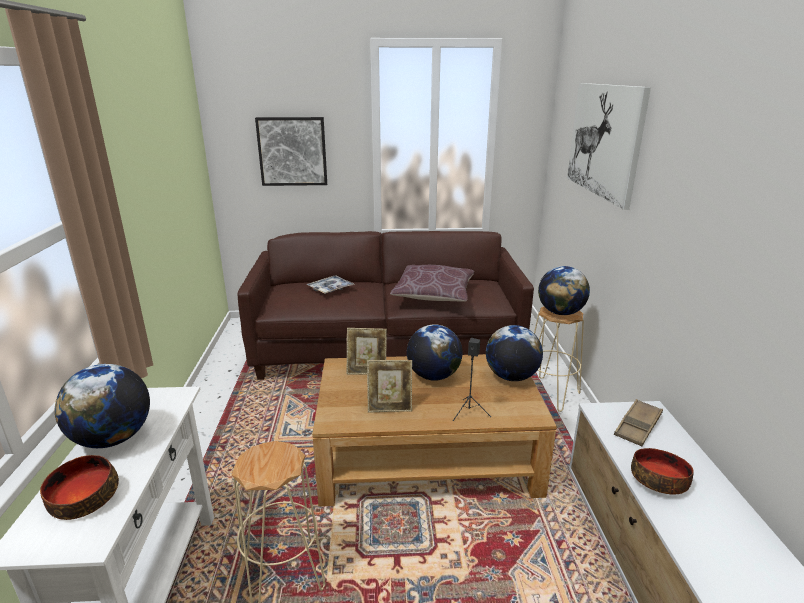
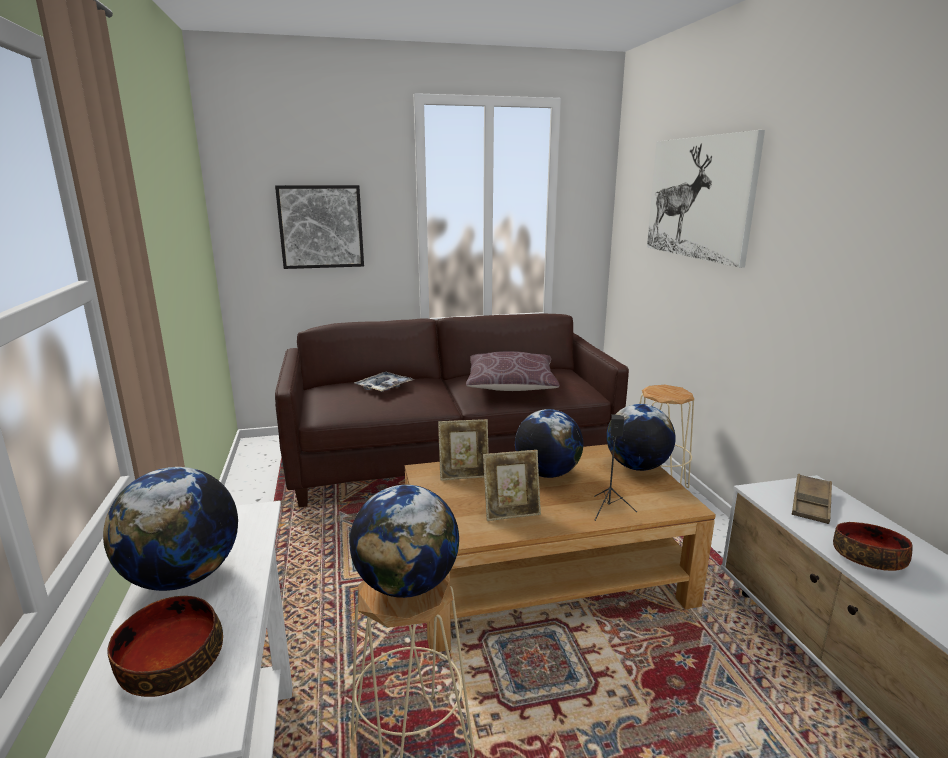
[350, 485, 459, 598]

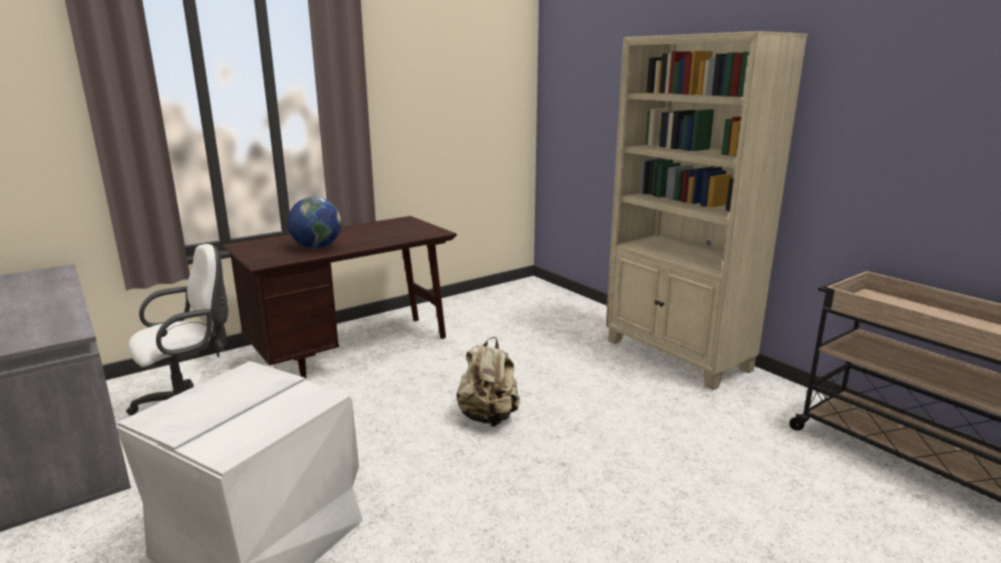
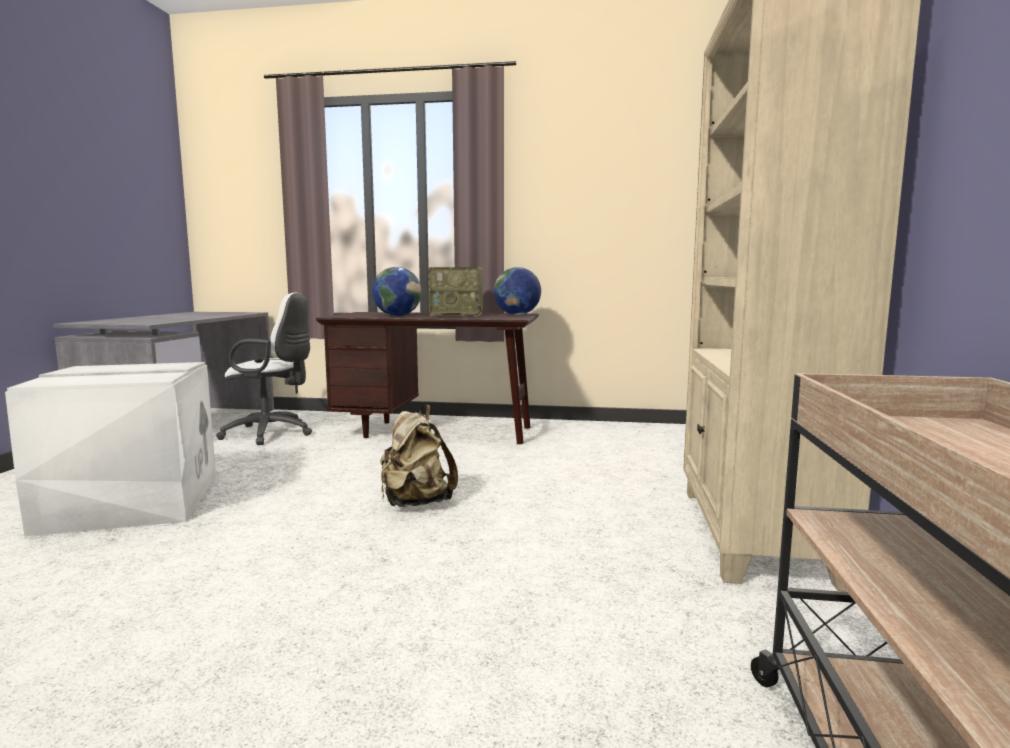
[428, 267, 483, 317]
[494, 267, 541, 315]

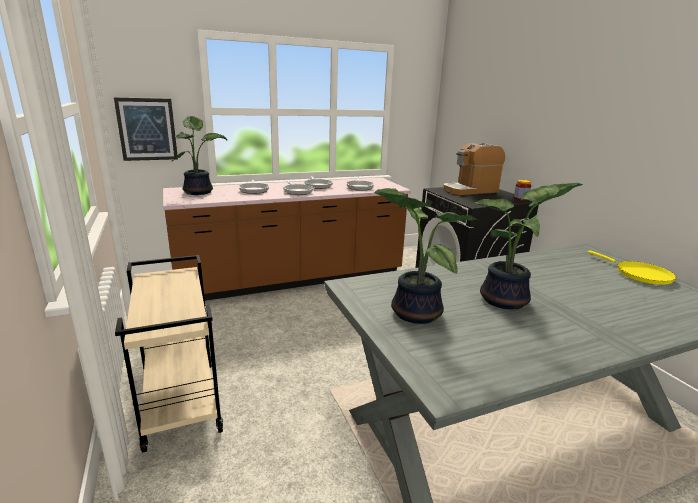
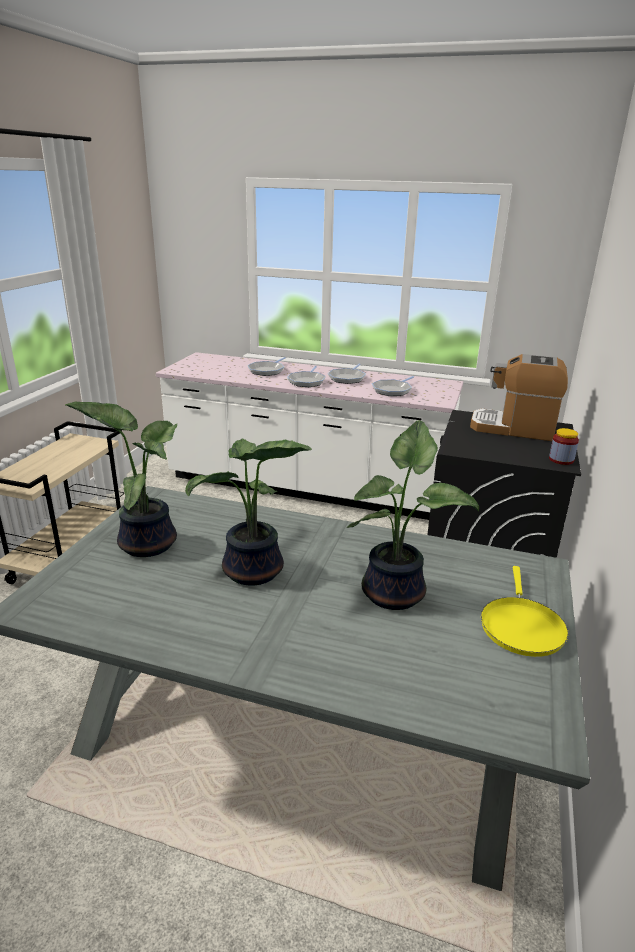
[156, 352, 463, 520]
[347, 420, 479, 610]
[114, 97, 178, 161] (first image)

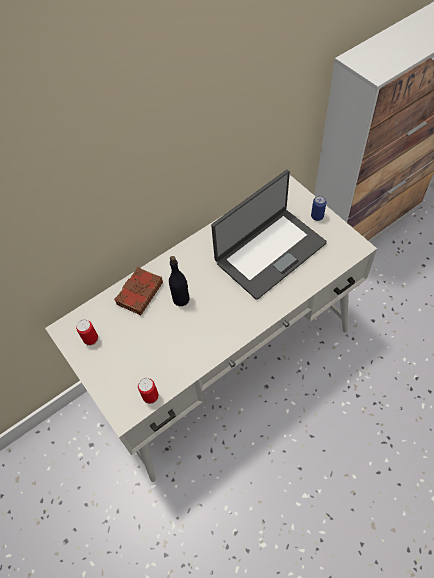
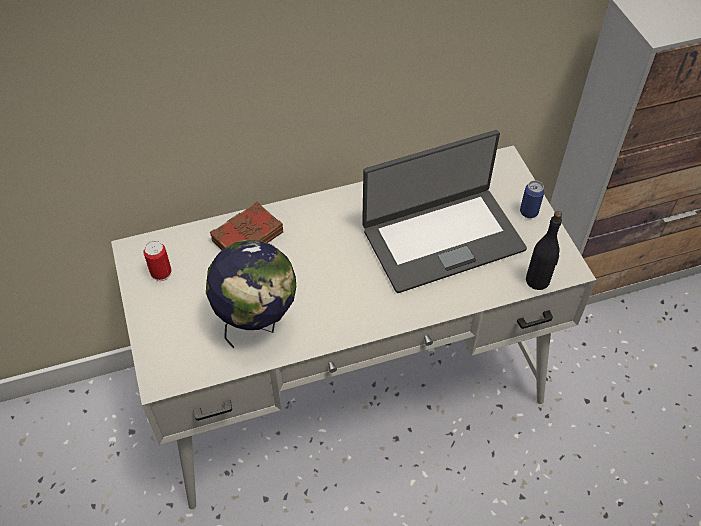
[206, 240, 296, 348]
[526, 211, 562, 290]
[138, 378, 159, 404] (first image)

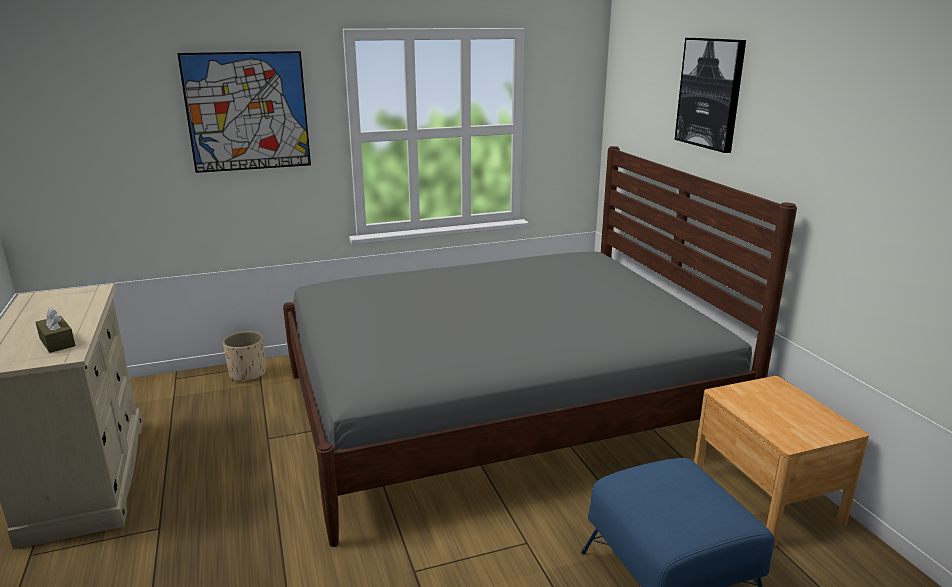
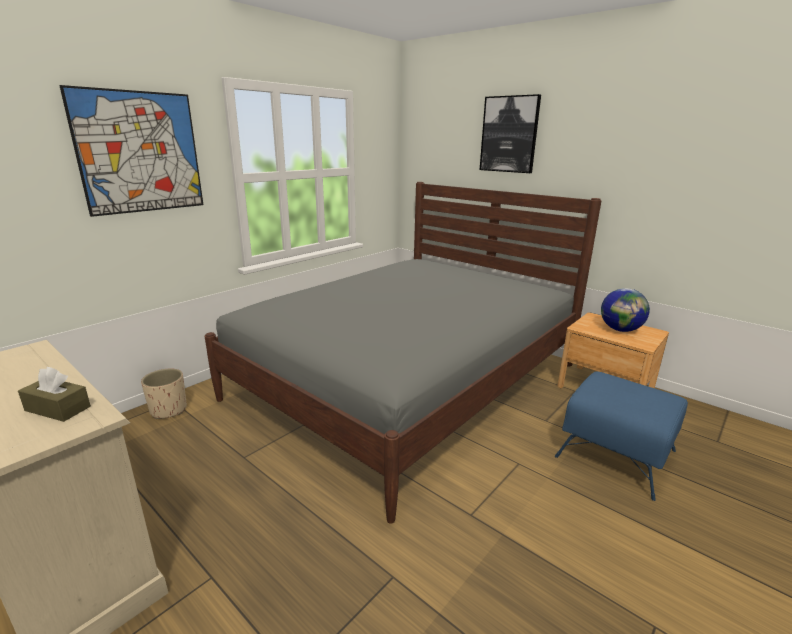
[601, 288, 650, 332]

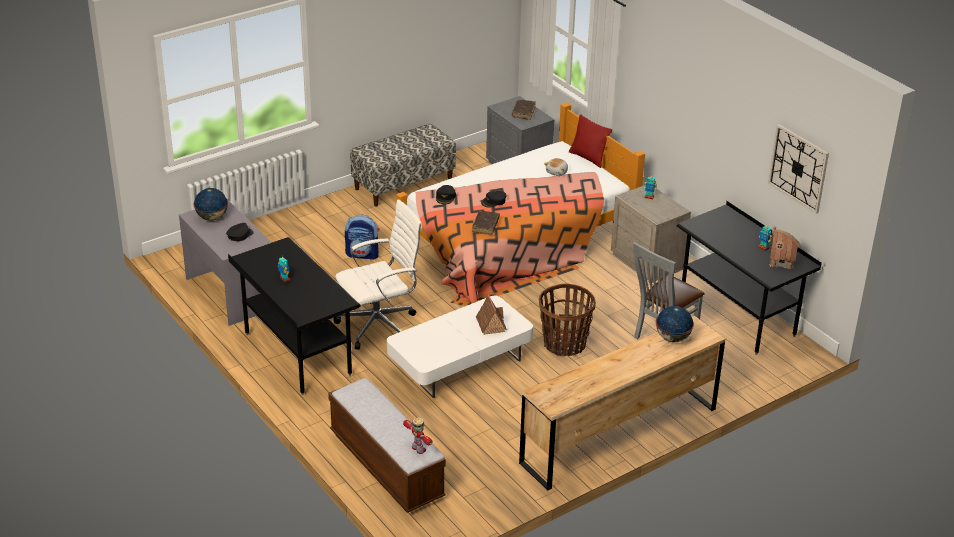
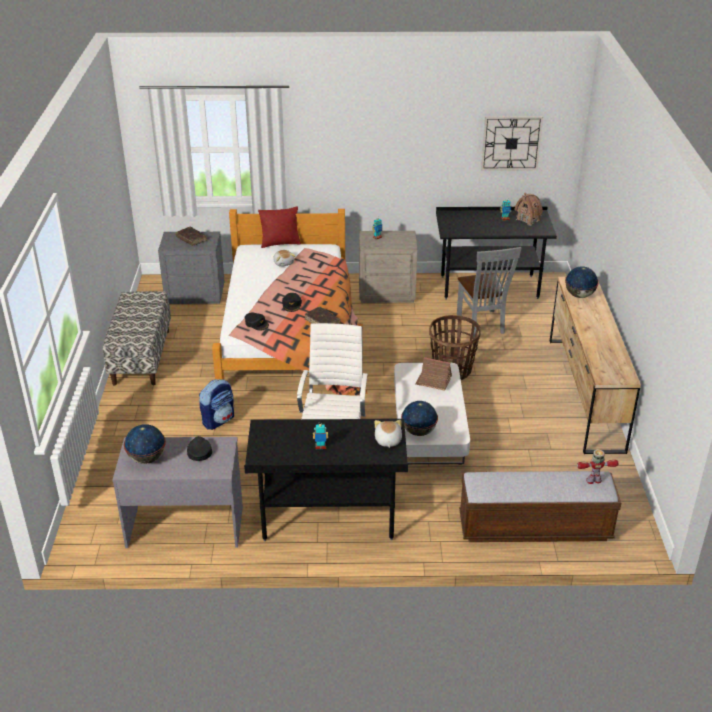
[375, 420, 402, 448]
[401, 401, 438, 436]

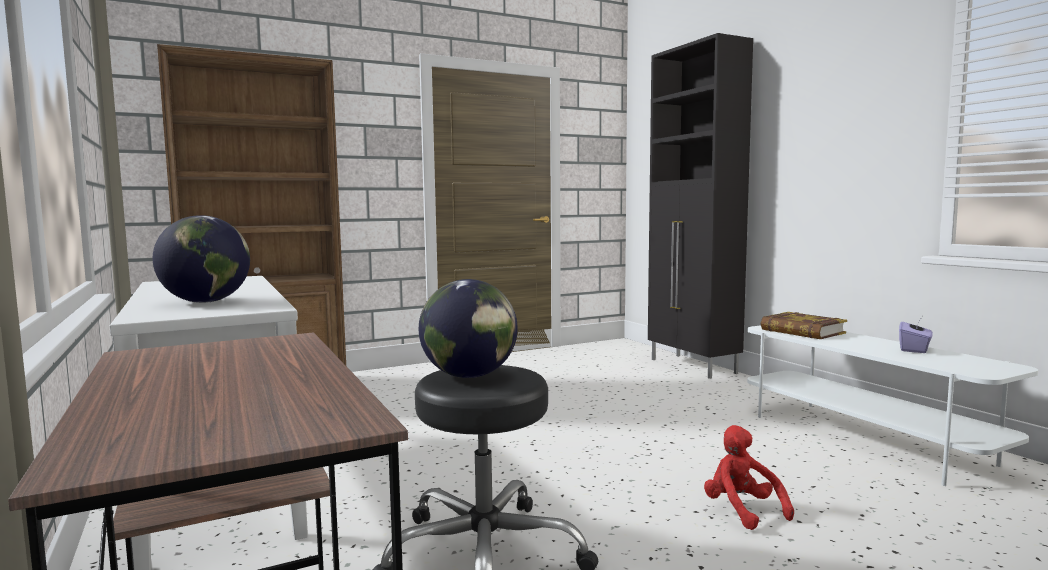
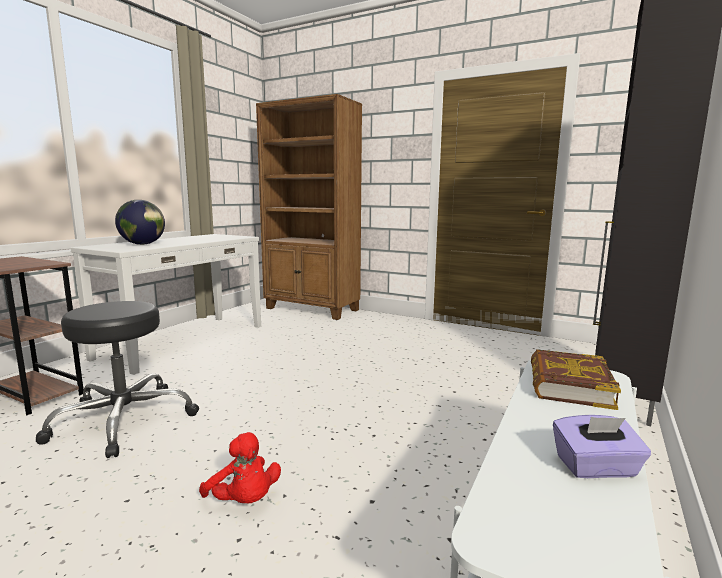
[199, 432, 281, 503]
[419, 279, 518, 378] (first image)

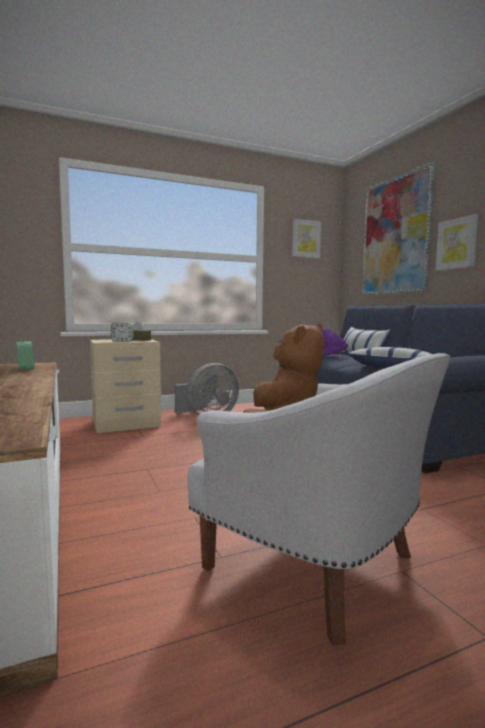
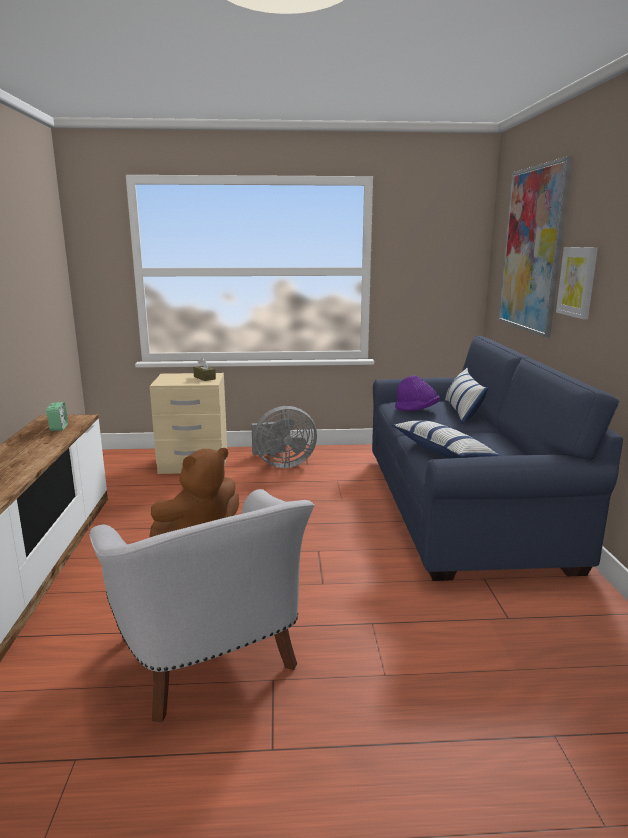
[111, 322, 134, 342] (first image)
[292, 219, 321, 258] (first image)

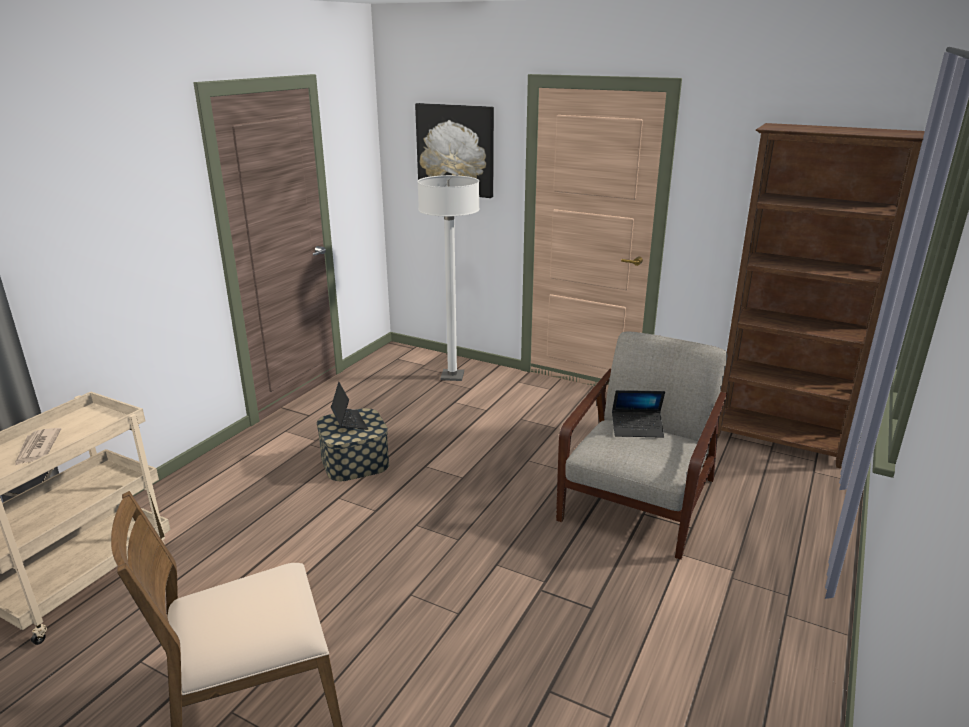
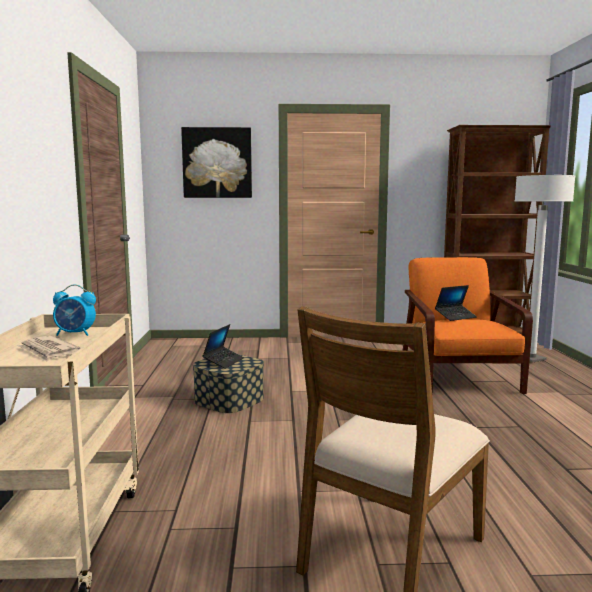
[53, 284, 96, 336]
[202, 324, 244, 369]
[402, 257, 533, 395]
[515, 175, 575, 362]

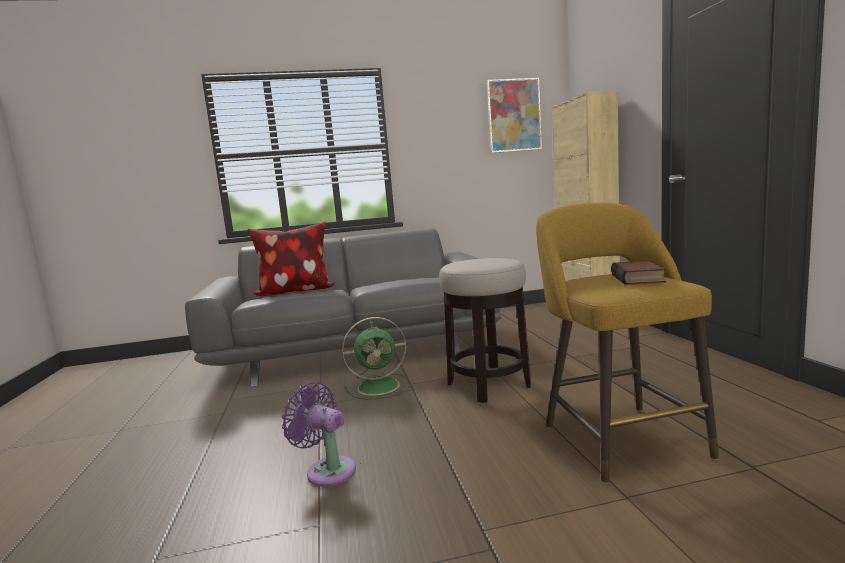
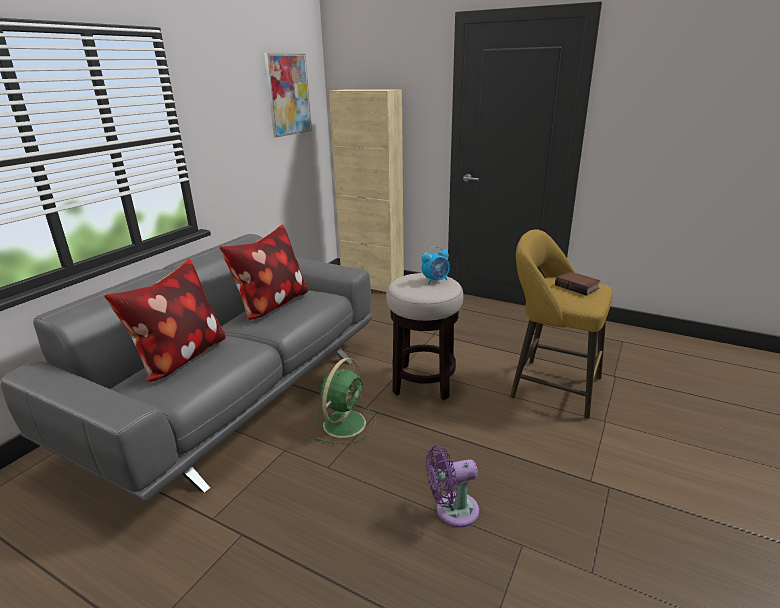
[219, 224, 308, 320]
[422, 246, 450, 284]

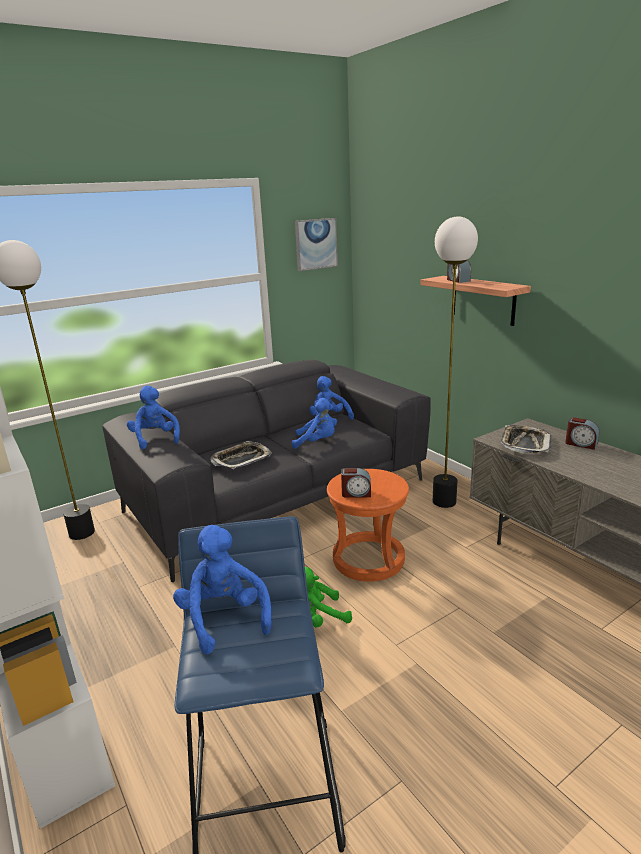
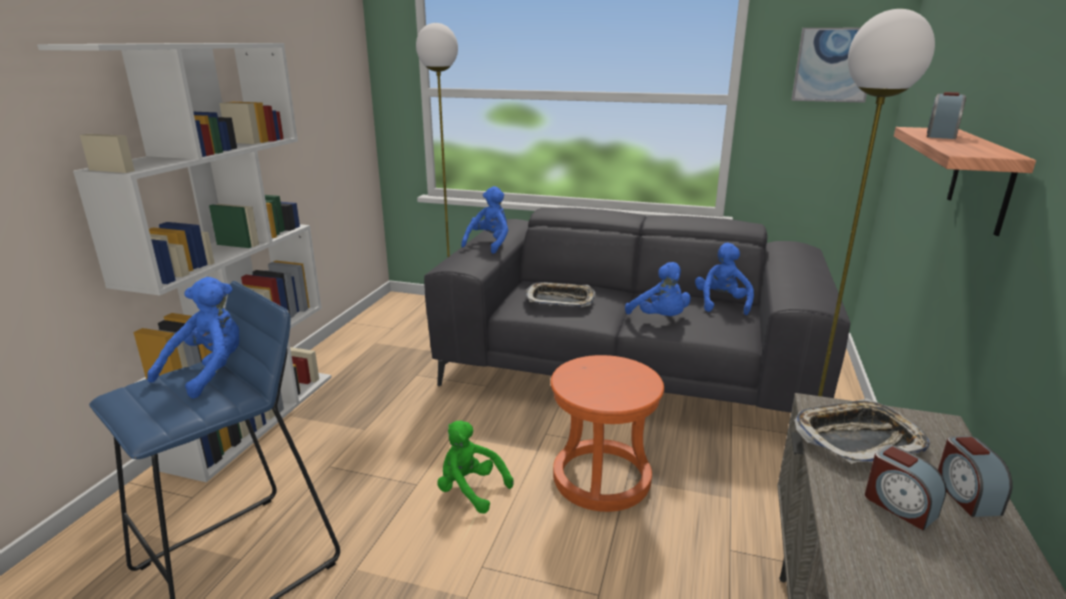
[865, 445, 947, 531]

